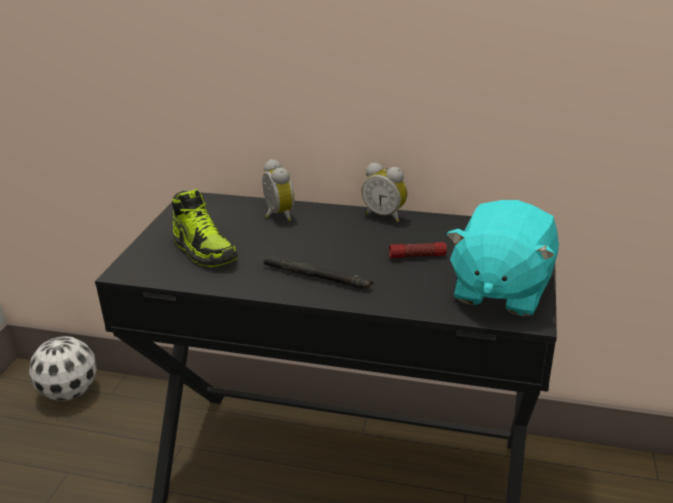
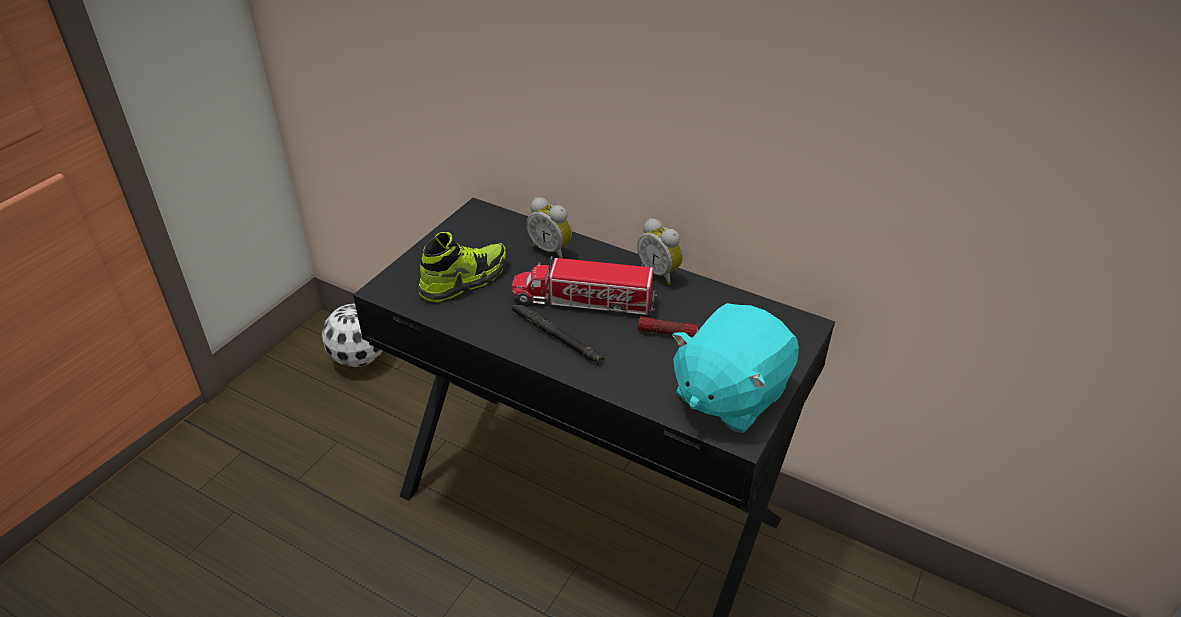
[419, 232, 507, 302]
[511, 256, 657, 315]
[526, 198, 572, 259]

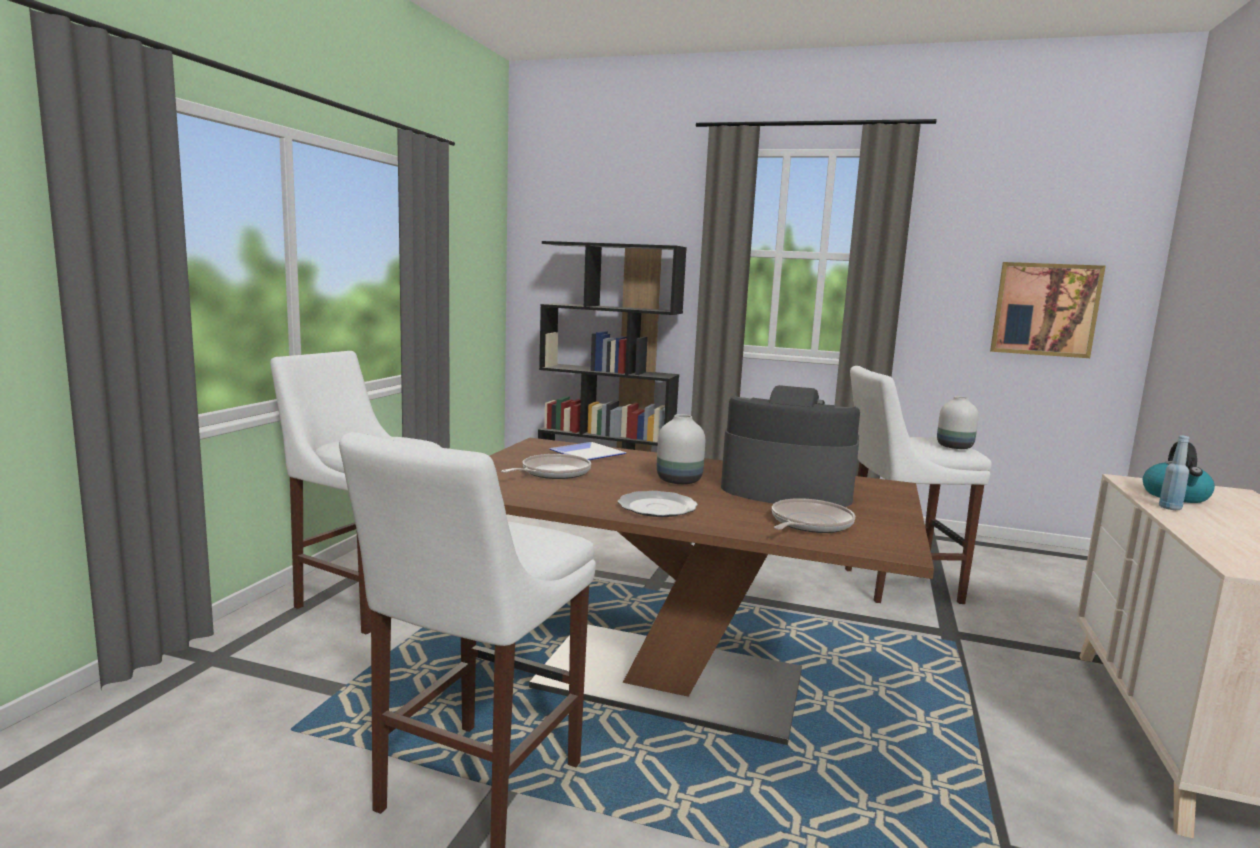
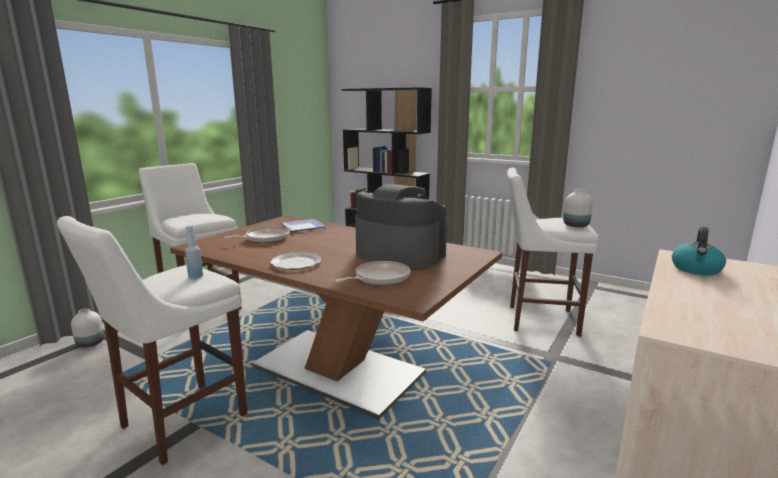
[71, 308, 104, 348]
[185, 225, 203, 279]
[990, 262, 1106, 358] (first image)

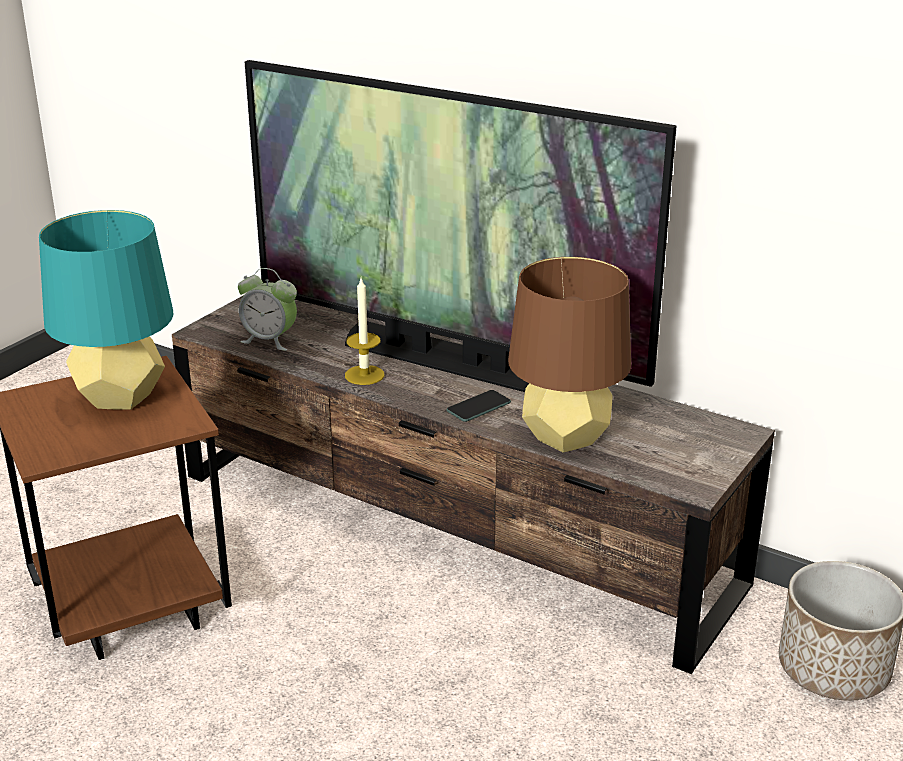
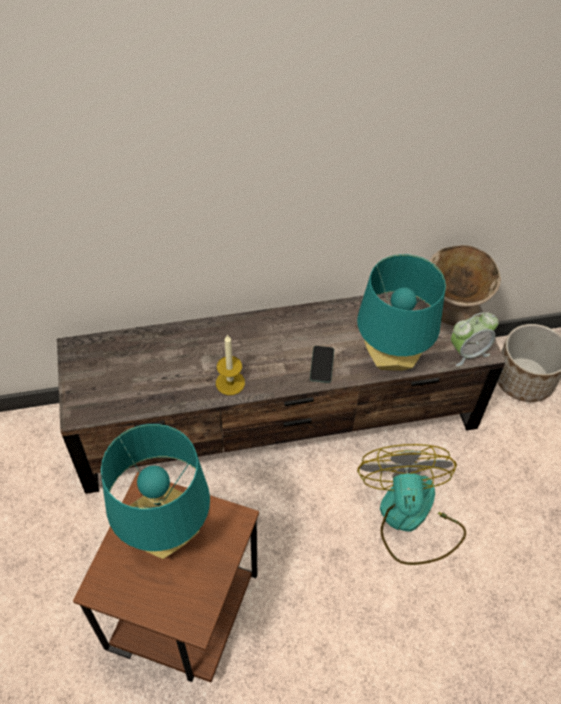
[357, 254, 446, 371]
[357, 444, 466, 565]
[429, 245, 501, 326]
[451, 312, 499, 366]
[245, 60, 676, 392] (first image)

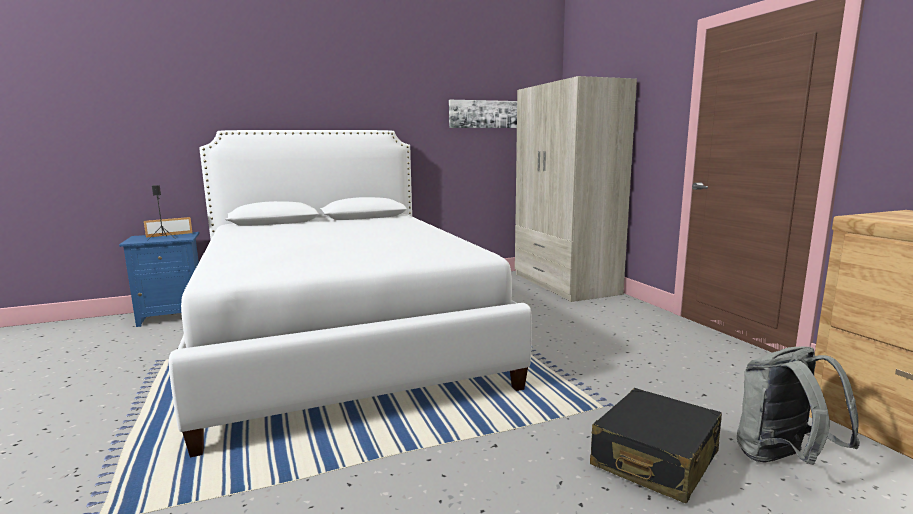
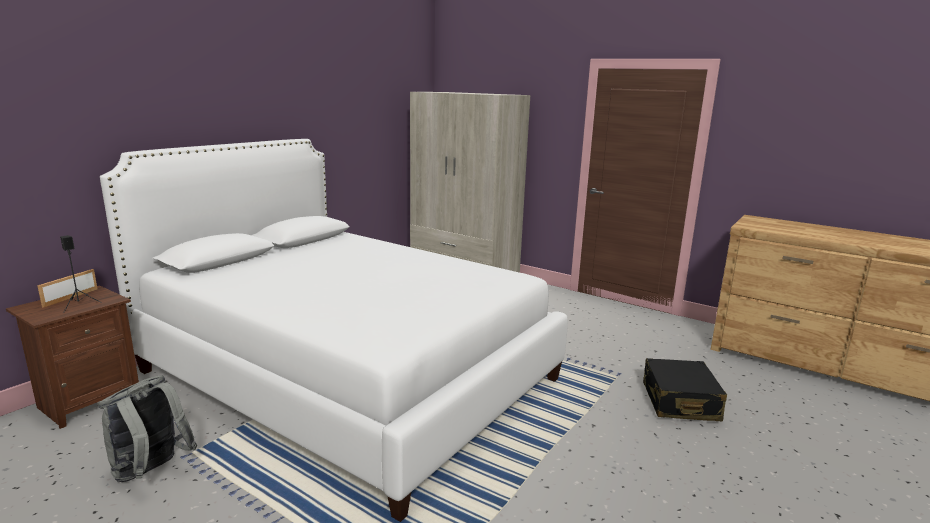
[6, 285, 139, 429]
[98, 375, 197, 482]
[449, 100, 517, 128] (first image)

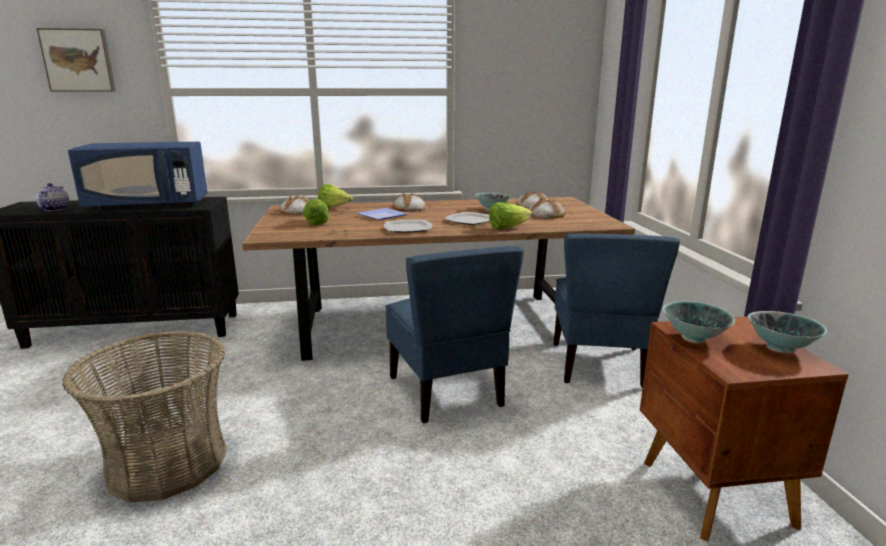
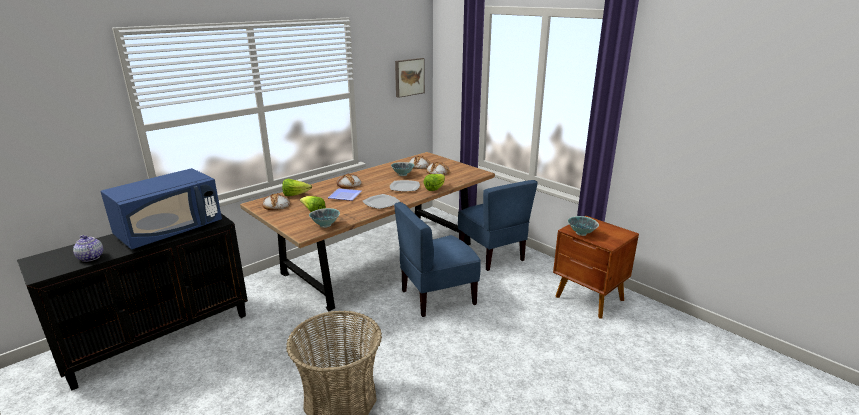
[309, 208, 340, 228]
[394, 202, 481, 317]
[395, 58, 425, 98]

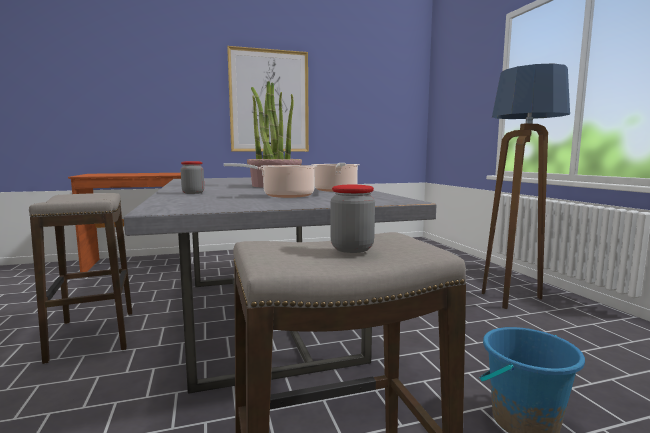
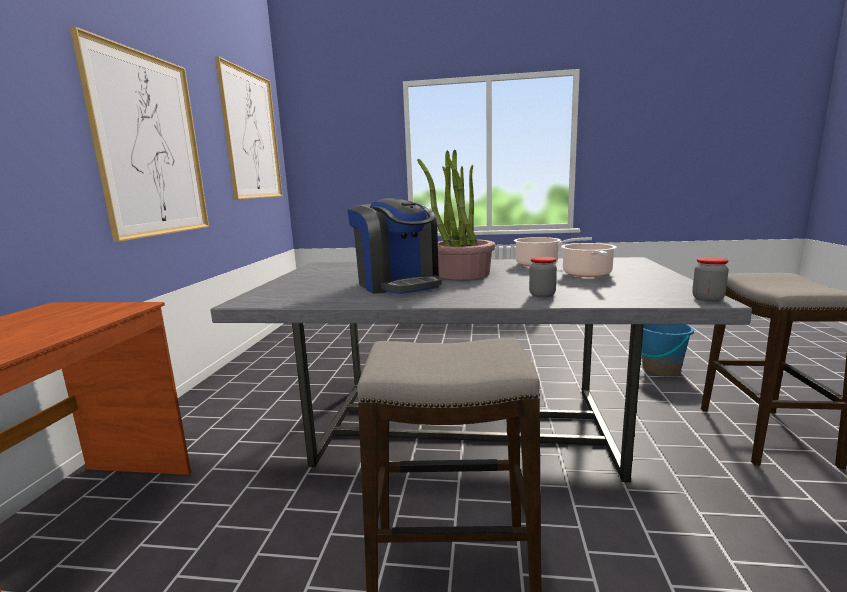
[215, 56, 283, 200]
[347, 198, 442, 294]
[692, 257, 729, 302]
[482, 63, 570, 309] (first image)

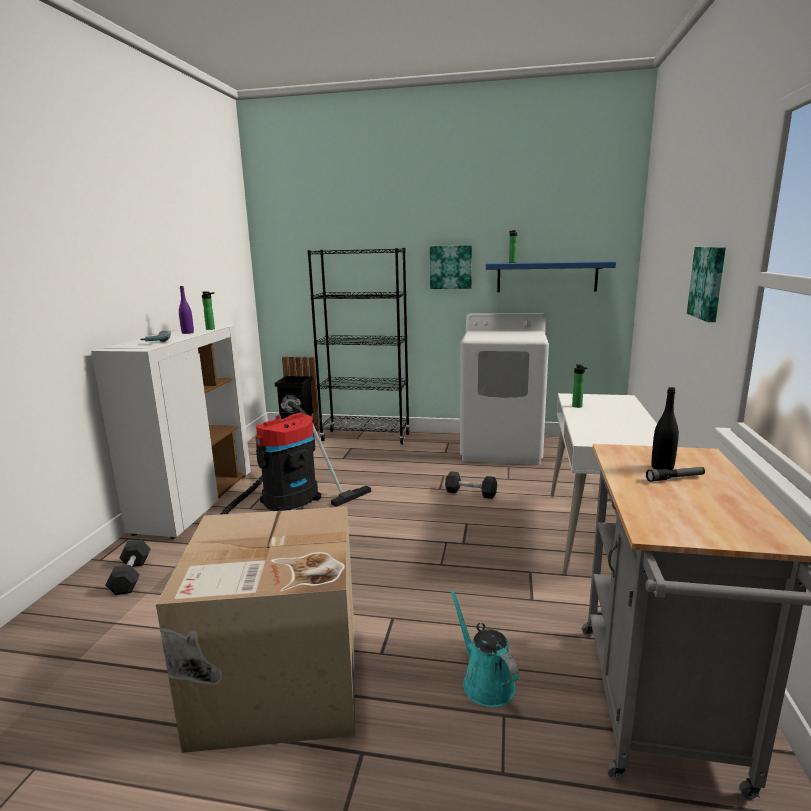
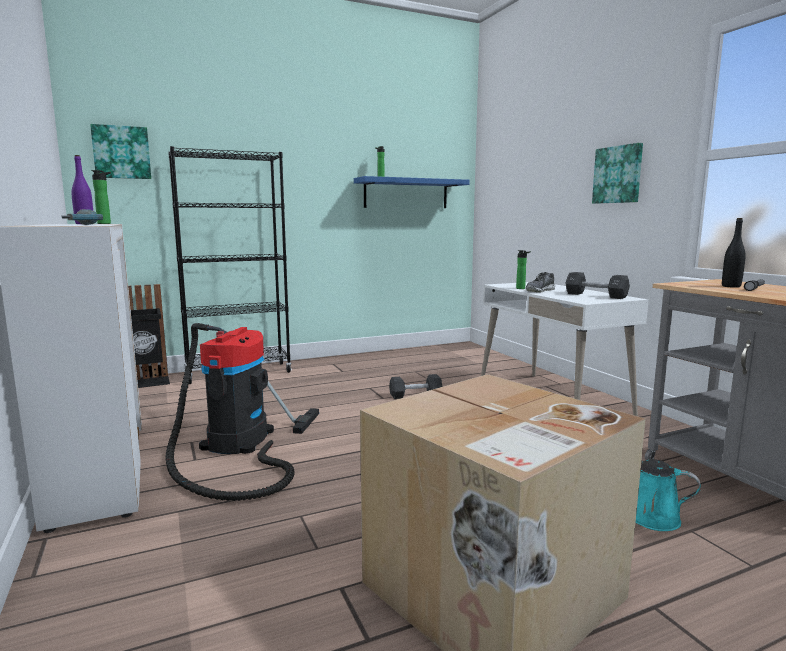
[90, 124, 151, 179]
[526, 272, 555, 293]
[565, 272, 630, 299]
[460, 313, 549, 465] (first image)

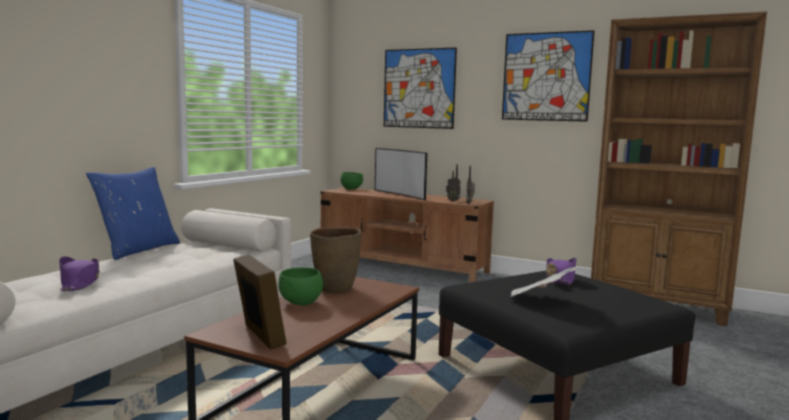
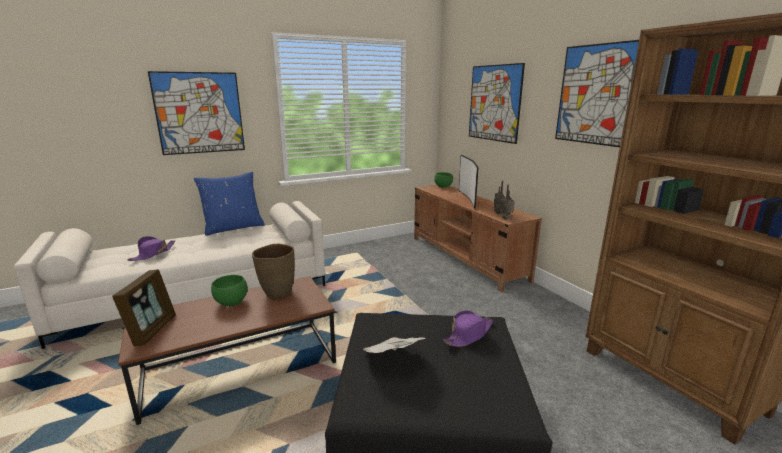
[148, 71, 245, 155]

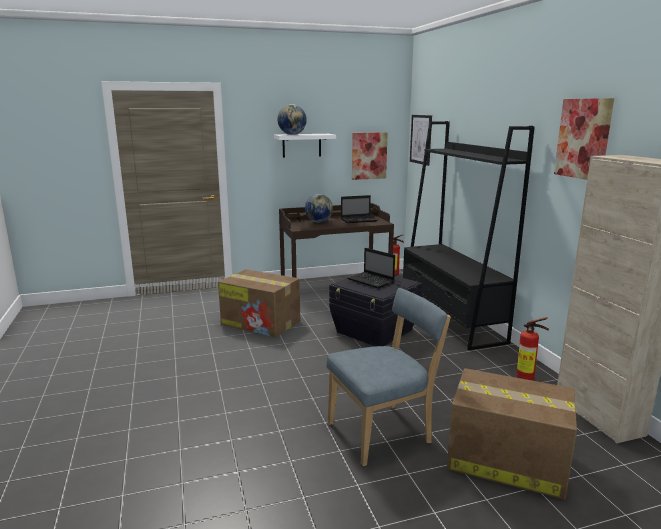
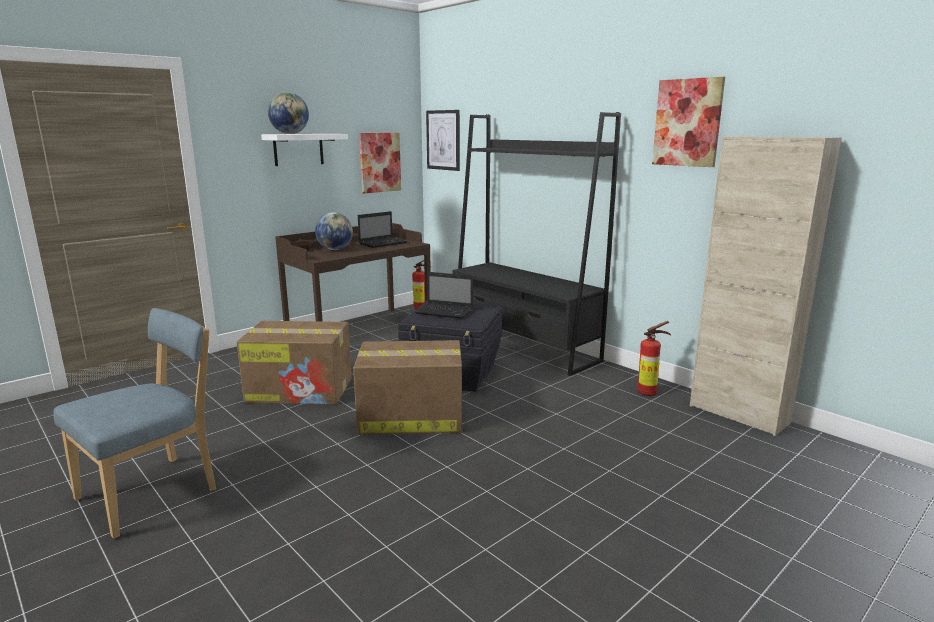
[53, 308, 216, 539]
[353, 340, 462, 435]

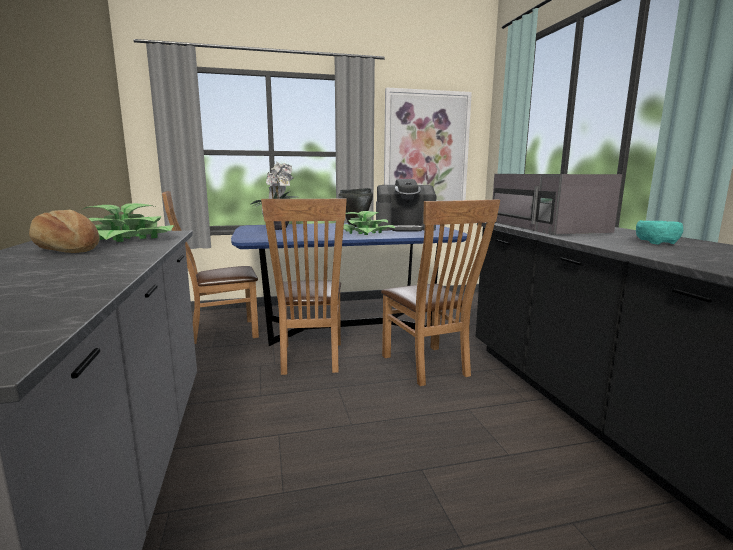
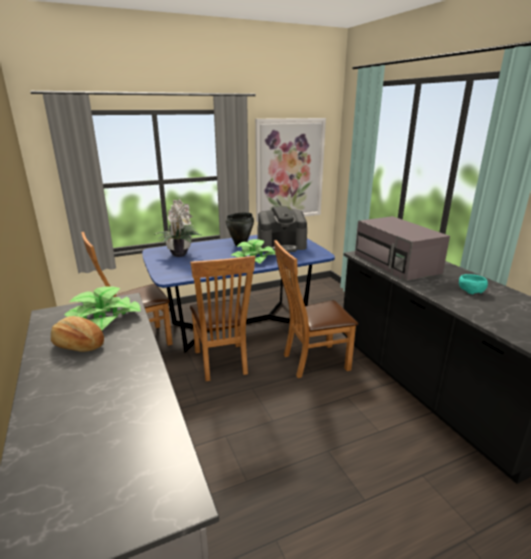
[274, 240, 358, 378]

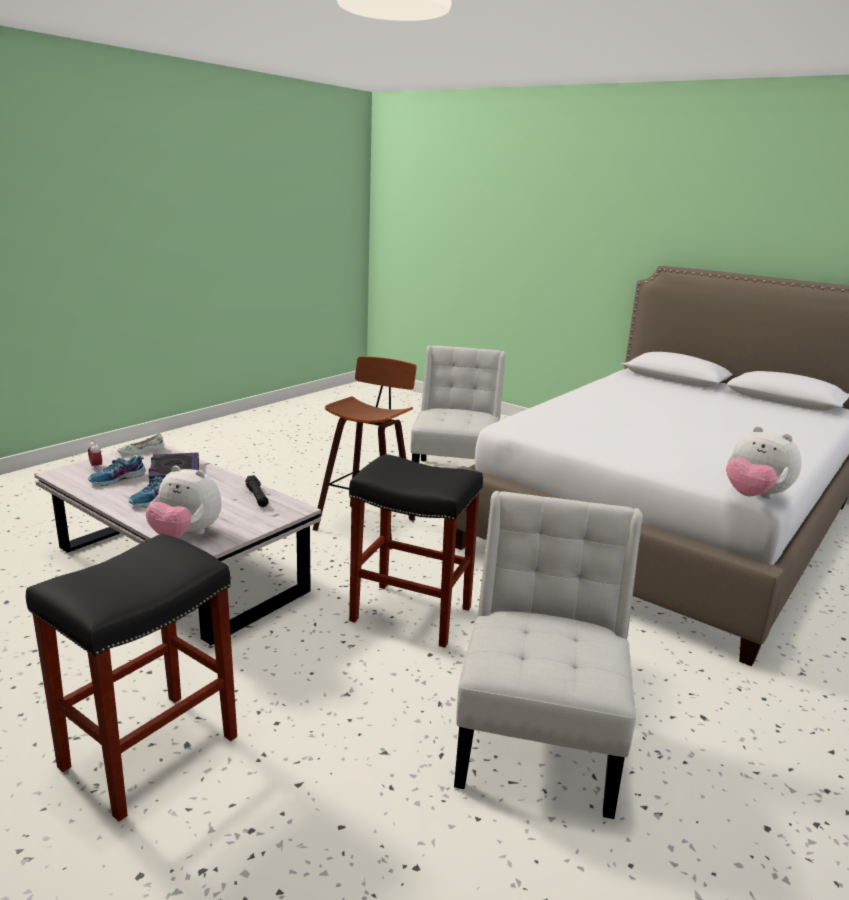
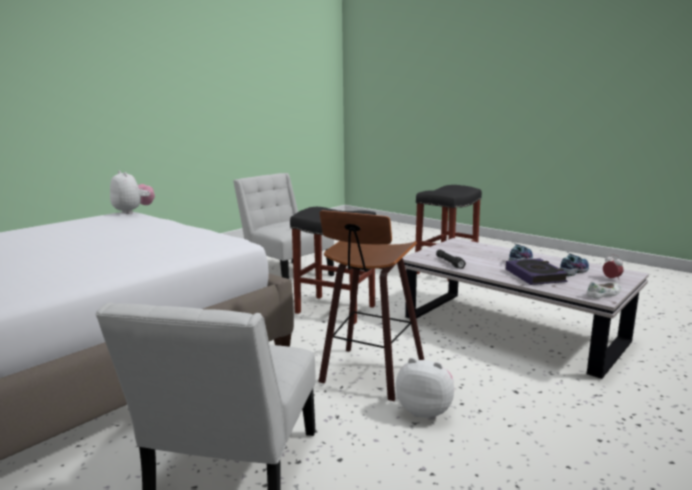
[233, 173, 334, 279]
[396, 358, 454, 420]

